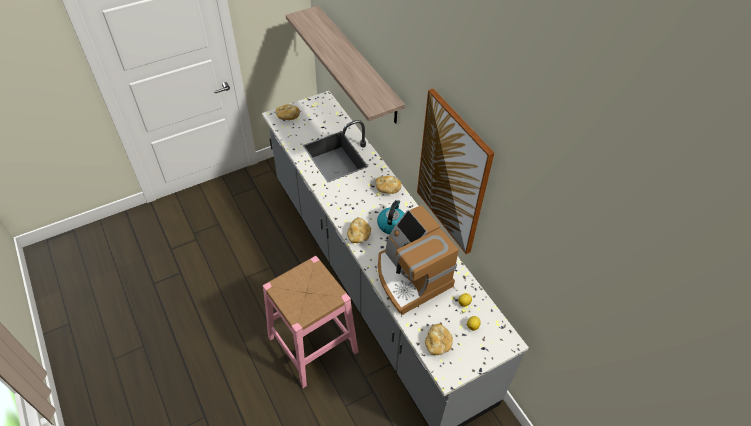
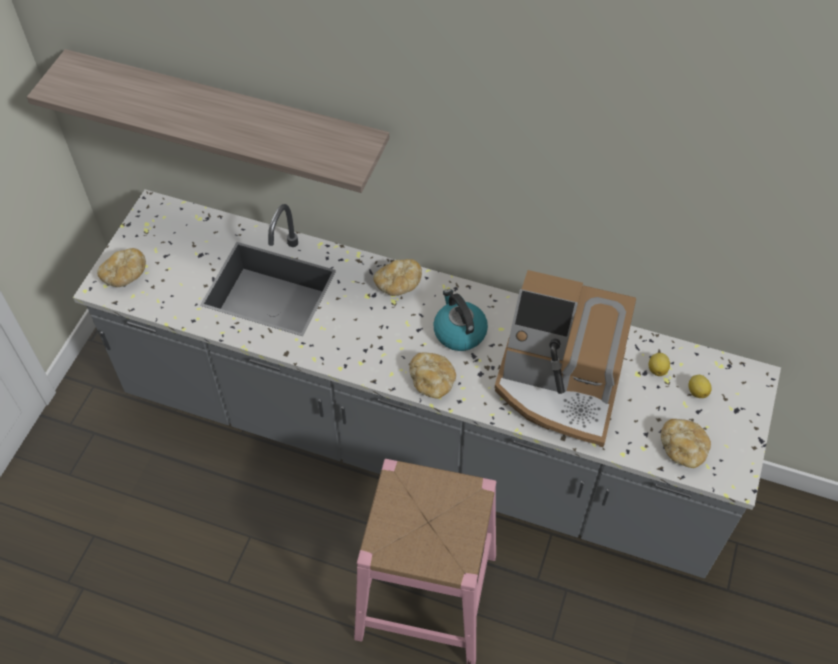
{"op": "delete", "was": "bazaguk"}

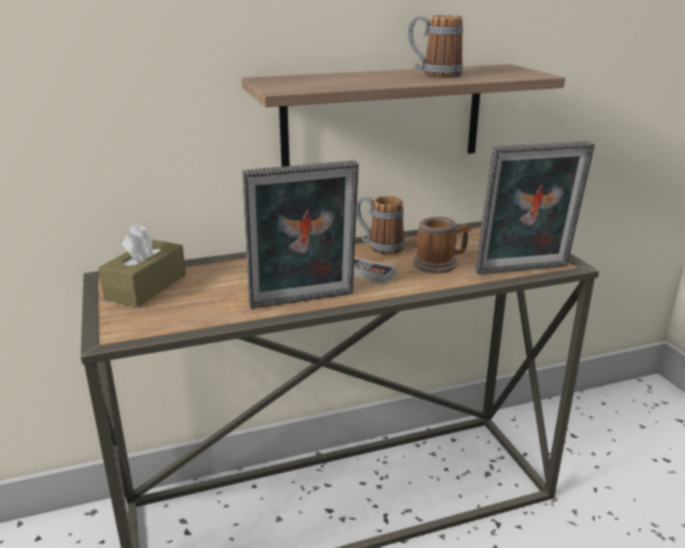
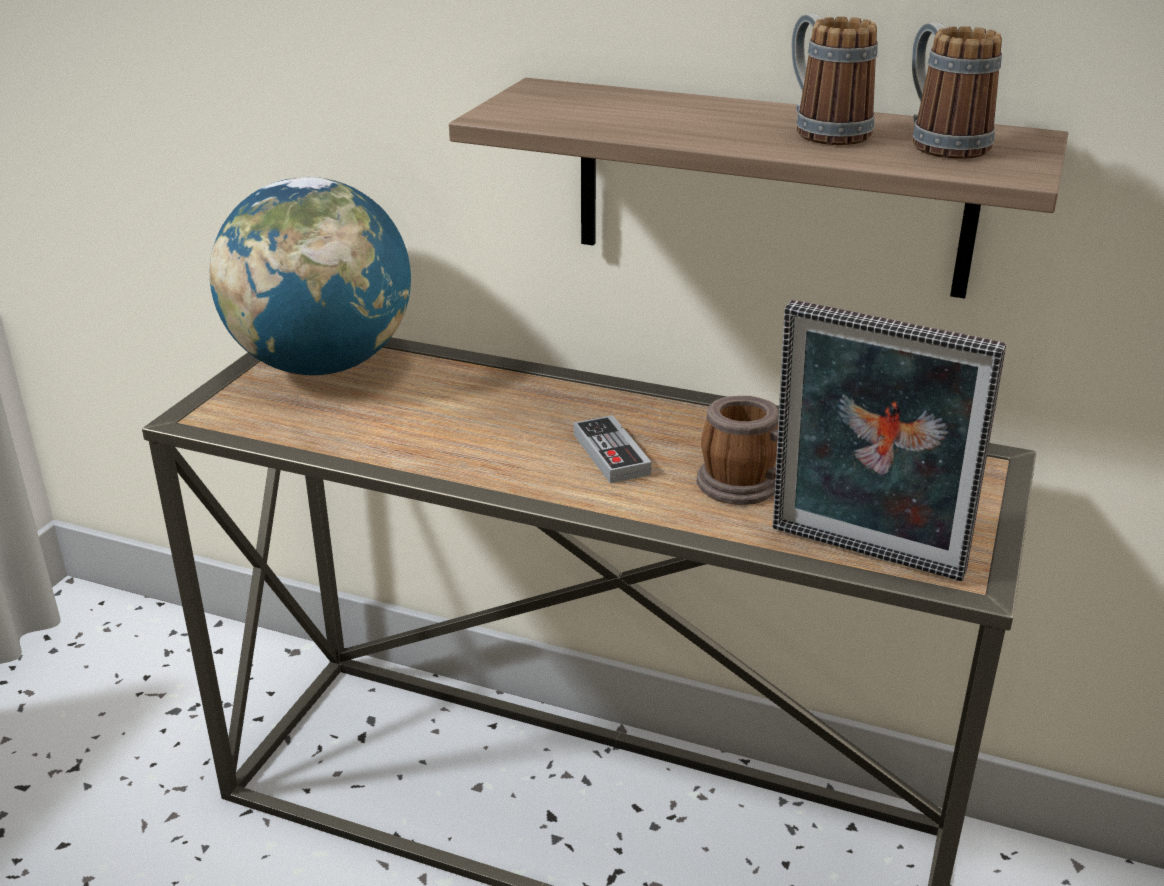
{"op": "replace", "was": "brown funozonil", "now": "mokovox"}
{"op": "move", "was": "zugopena (1st from left in the first image)", "now": "zugopena (3rd from left)"}
{"op": "delete", "was": "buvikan (1st from left)"}

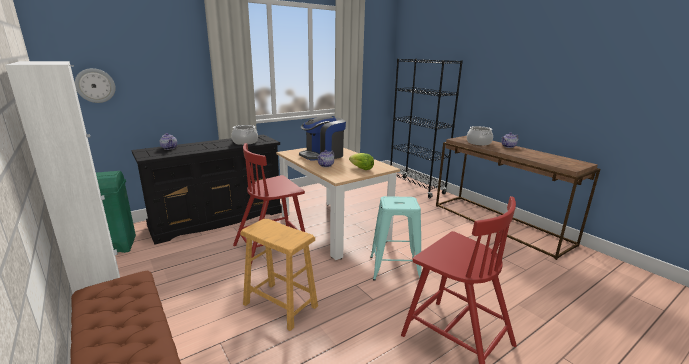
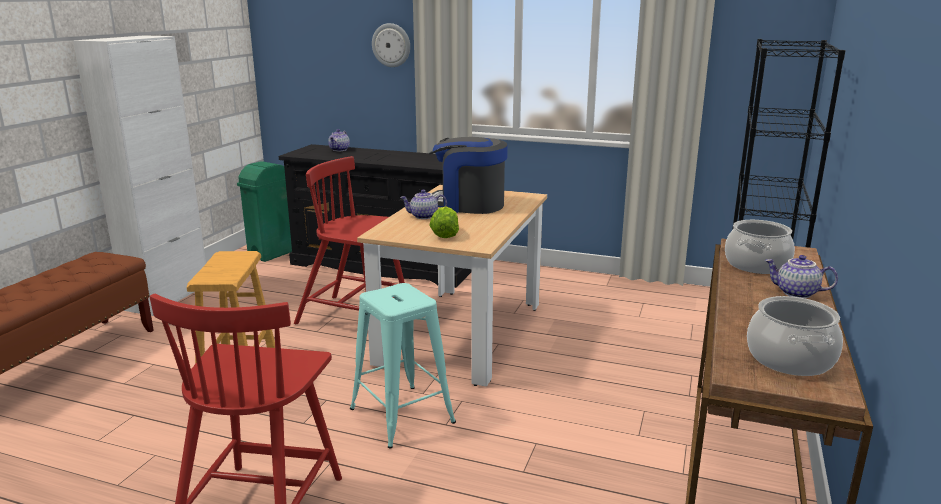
{"op": "move", "was": "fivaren"}
{"op": "move", "was": "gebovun (1st from left in the first image)", "now": "gebovun (2nd from left)"}

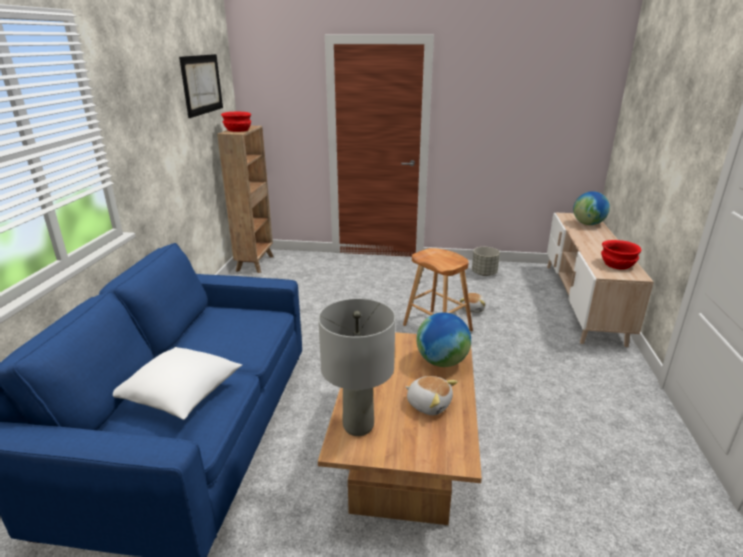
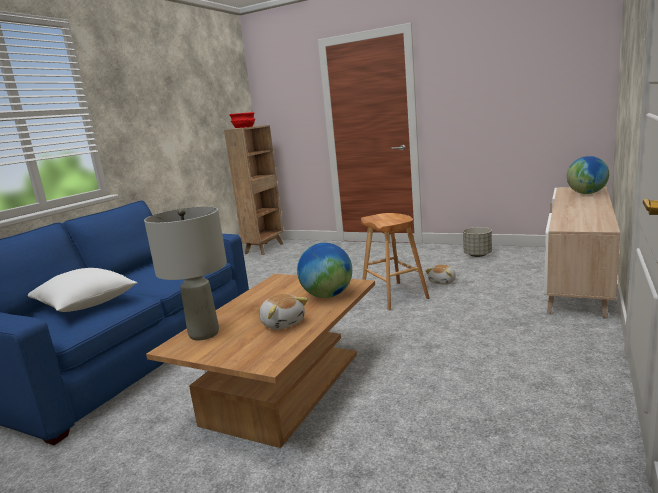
{"op": "delete", "was": "bazaguk"}
{"op": "delete", "was": "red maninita (2nd from left)"}

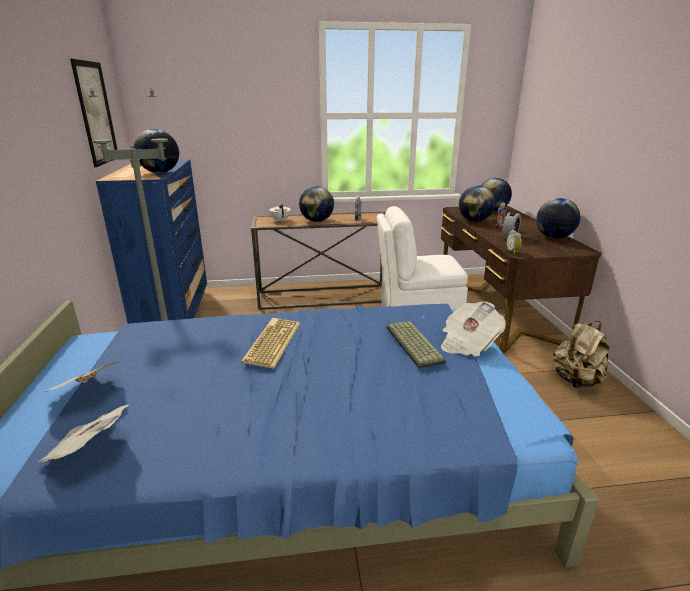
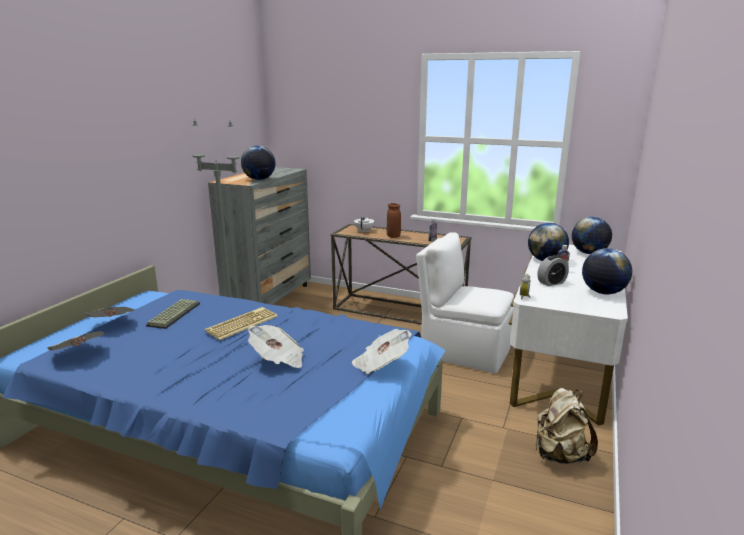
{"op": "move", "was": "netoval (2nd from left in the first image)", "now": "netoval (1st from left)"}
{"op": "recolor", "was": "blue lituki", "now": "grey lituki"}
{"op": "insert", "now": "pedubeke (3rd from left)"}
{"op": "replace", "was": "mokovox (2nd from left)", "now": "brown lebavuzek"}
{"op": "recolor", "was": "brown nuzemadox", "now": "white nuzemadox"}
{"op": "delete", "was": "bazaguk"}

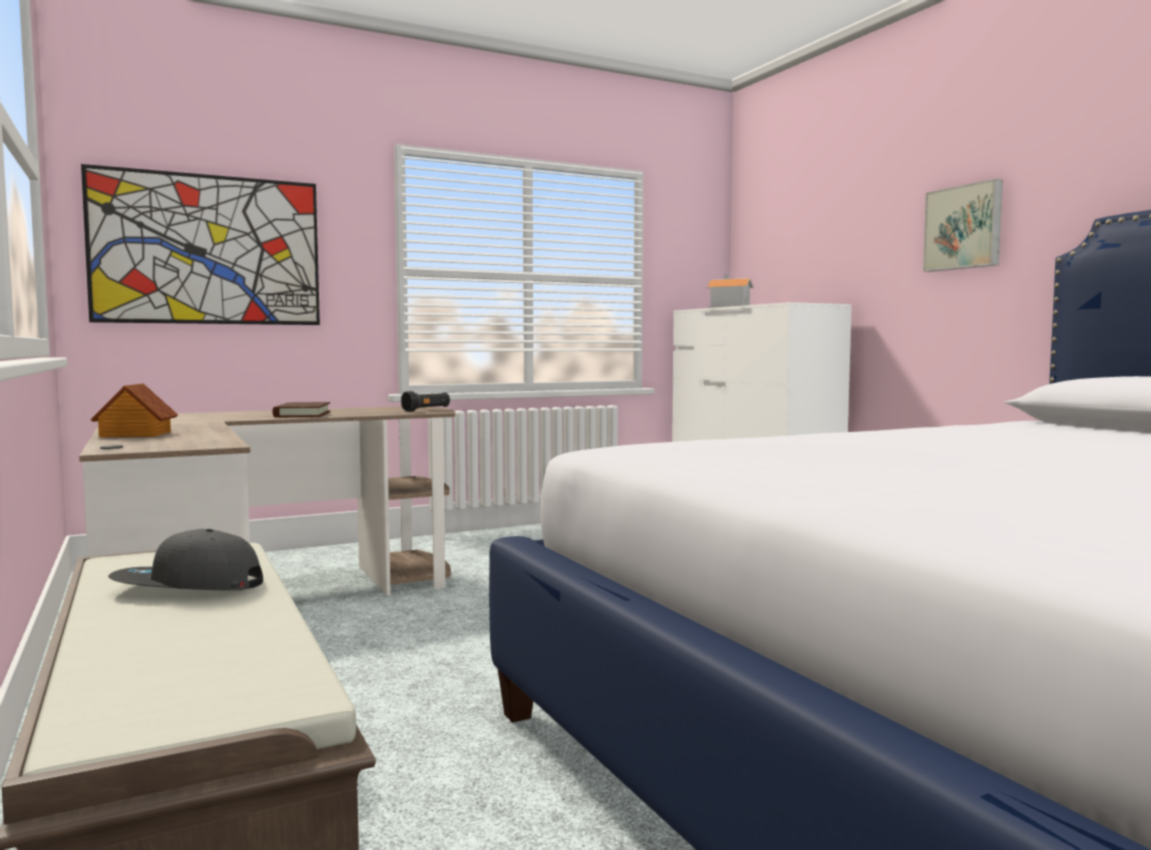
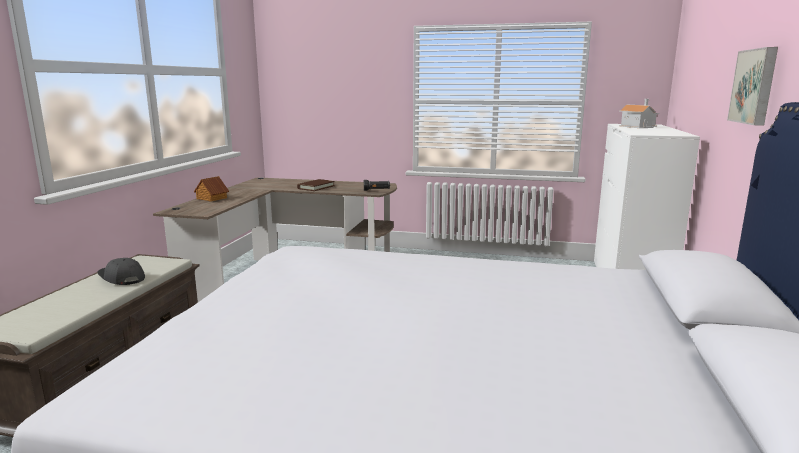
{"op": "delete", "was": "bazaguk (1st from left)"}

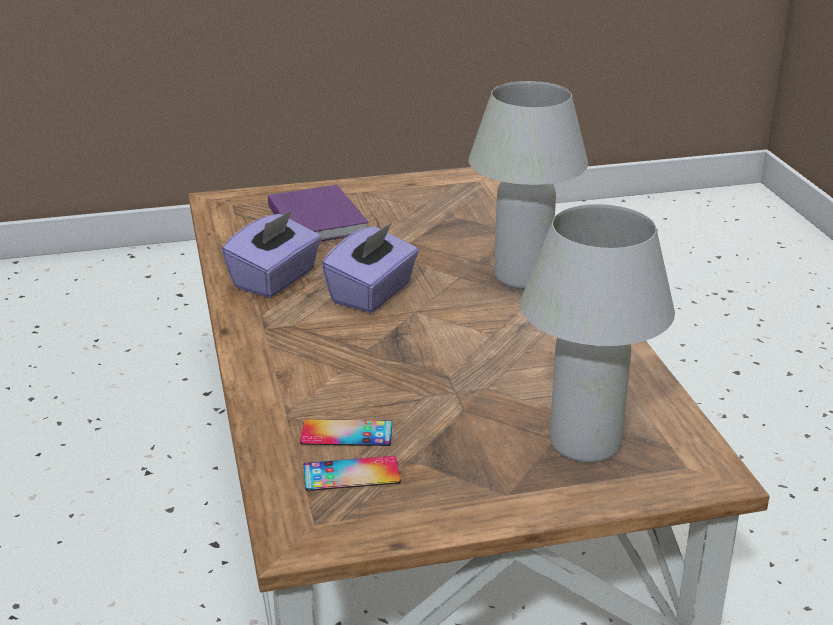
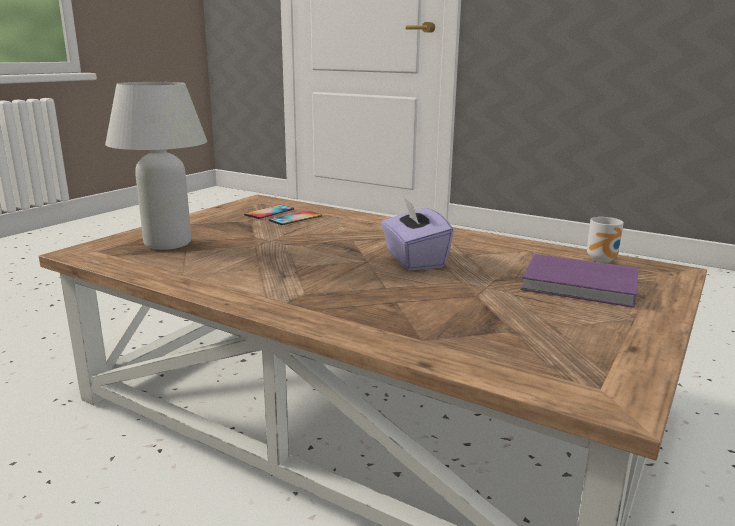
{"op": "insert", "now": "zugopena"}
{"op": "delete", "was": "purple funozonil (1st from left)"}
{"op": "delete", "was": "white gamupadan (1st from left)"}

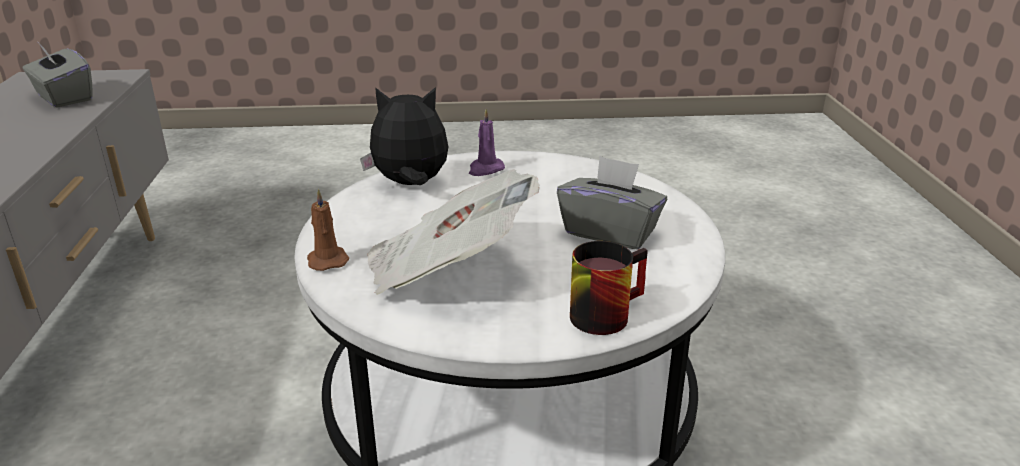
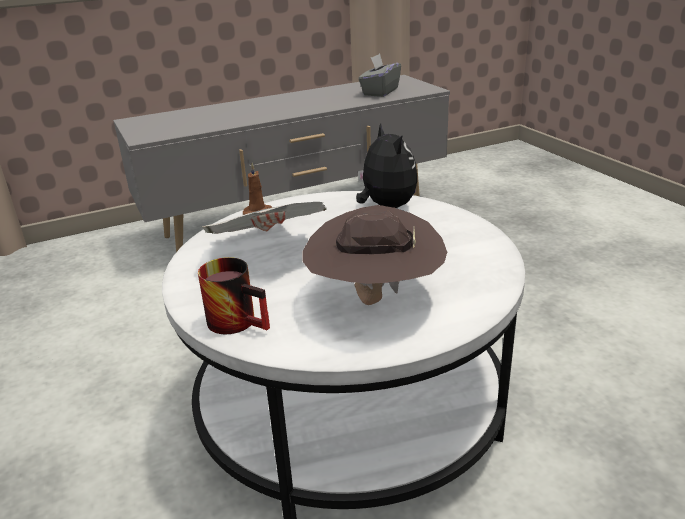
{"op": "replace", "was": "grey funozonil (2nd from left)", "now": "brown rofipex"}
{"op": "delete", "was": "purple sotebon"}

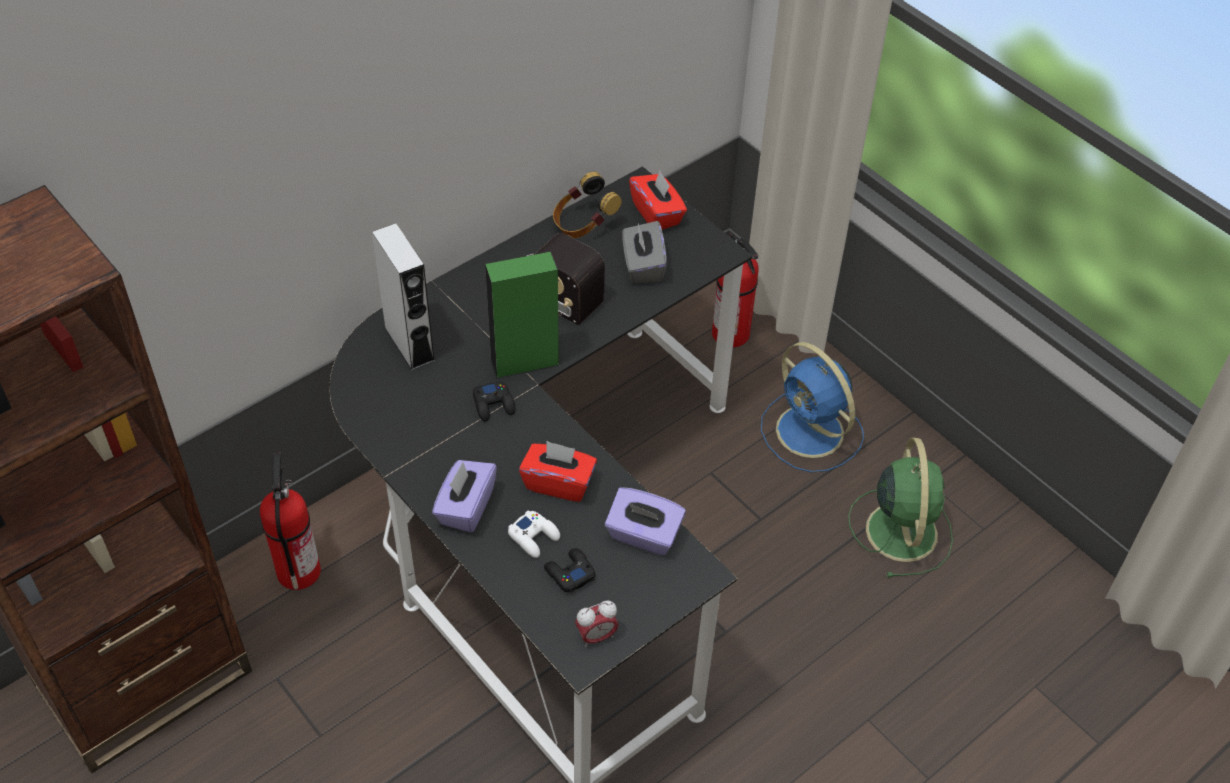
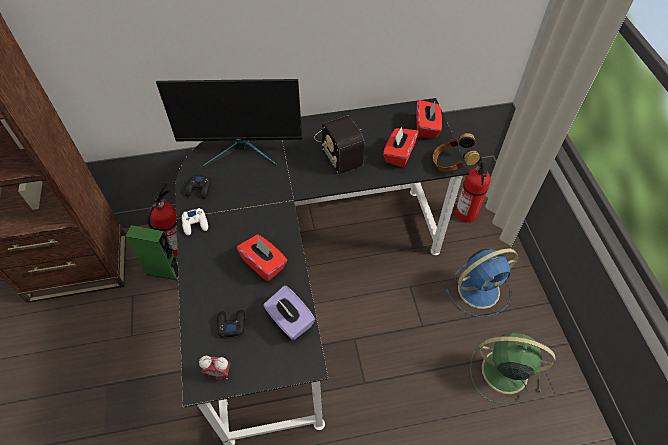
{"op": "move", "was": "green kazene"}
{"op": "replace", "was": "grey kazene", "now": "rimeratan"}
{"op": "move", "was": "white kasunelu"}
{"op": "move", "was": "black kasunelu (1st from left)"}
{"op": "recolor", "was": "grey funozonil", "now": "red funozonil (2nd from left)"}
{"op": "move", "was": "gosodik"}
{"op": "rotate", "was": "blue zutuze", "clockwise": -105}
{"op": "rotate", "was": "green zutuze", "clockwise": -105}
{"op": "delete", "was": "purple funozonil (1st from left)"}

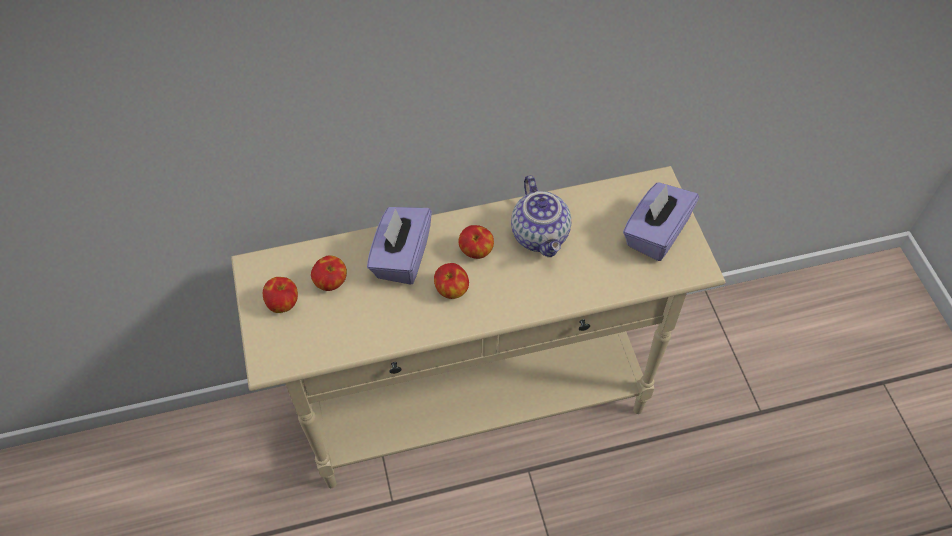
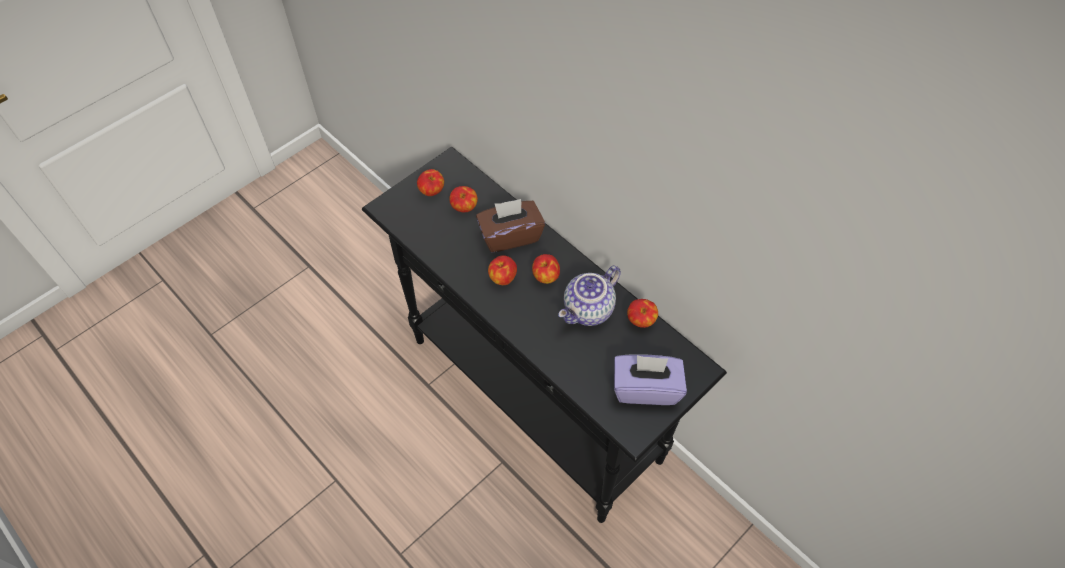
{"op": "recolor", "was": "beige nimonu", "now": "black nimonu"}
{"op": "recolor", "was": "purple funozonil (1st from left)", "now": "brown funozonil"}
{"op": "insert", "now": "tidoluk (5th from left)"}

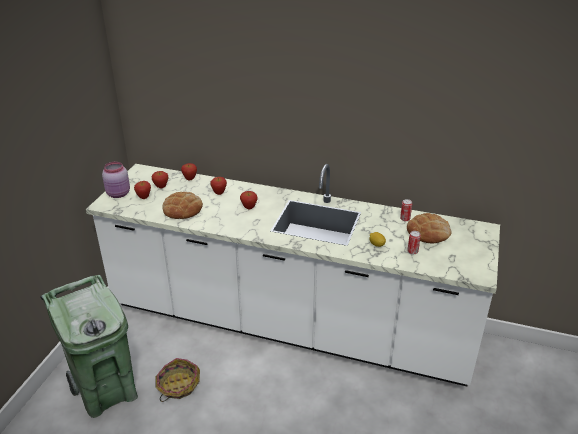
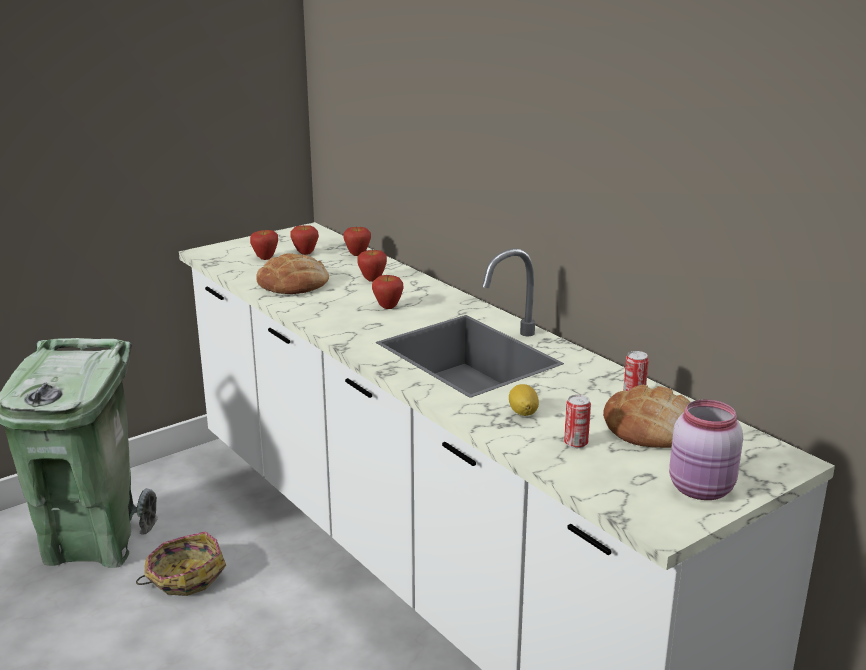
{"op": "move", "was": "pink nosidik"}

